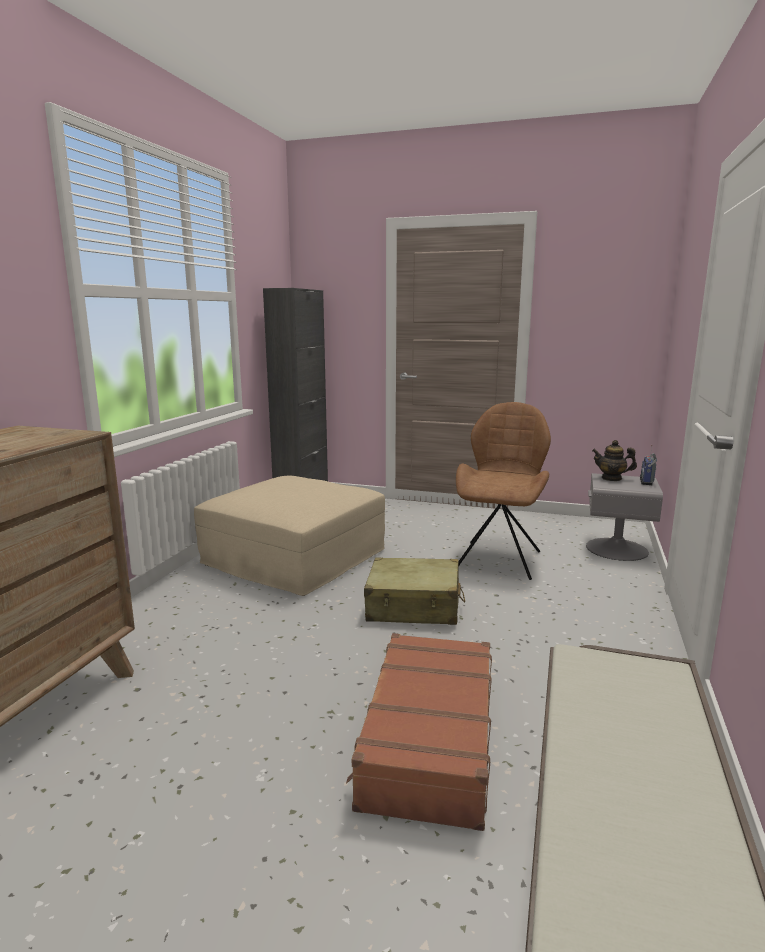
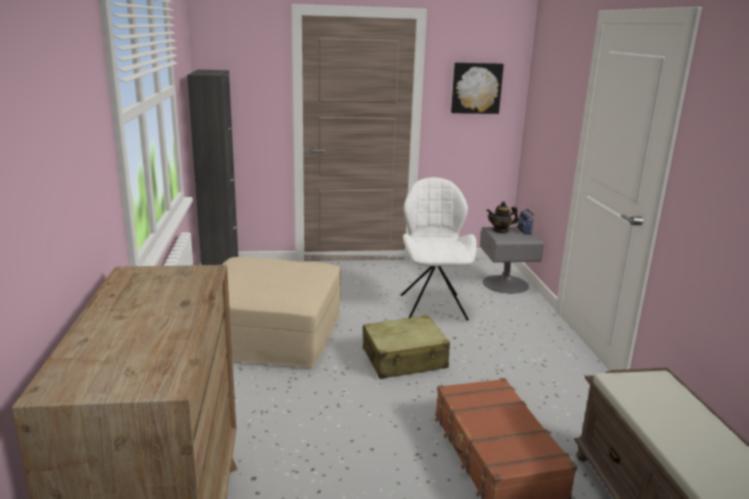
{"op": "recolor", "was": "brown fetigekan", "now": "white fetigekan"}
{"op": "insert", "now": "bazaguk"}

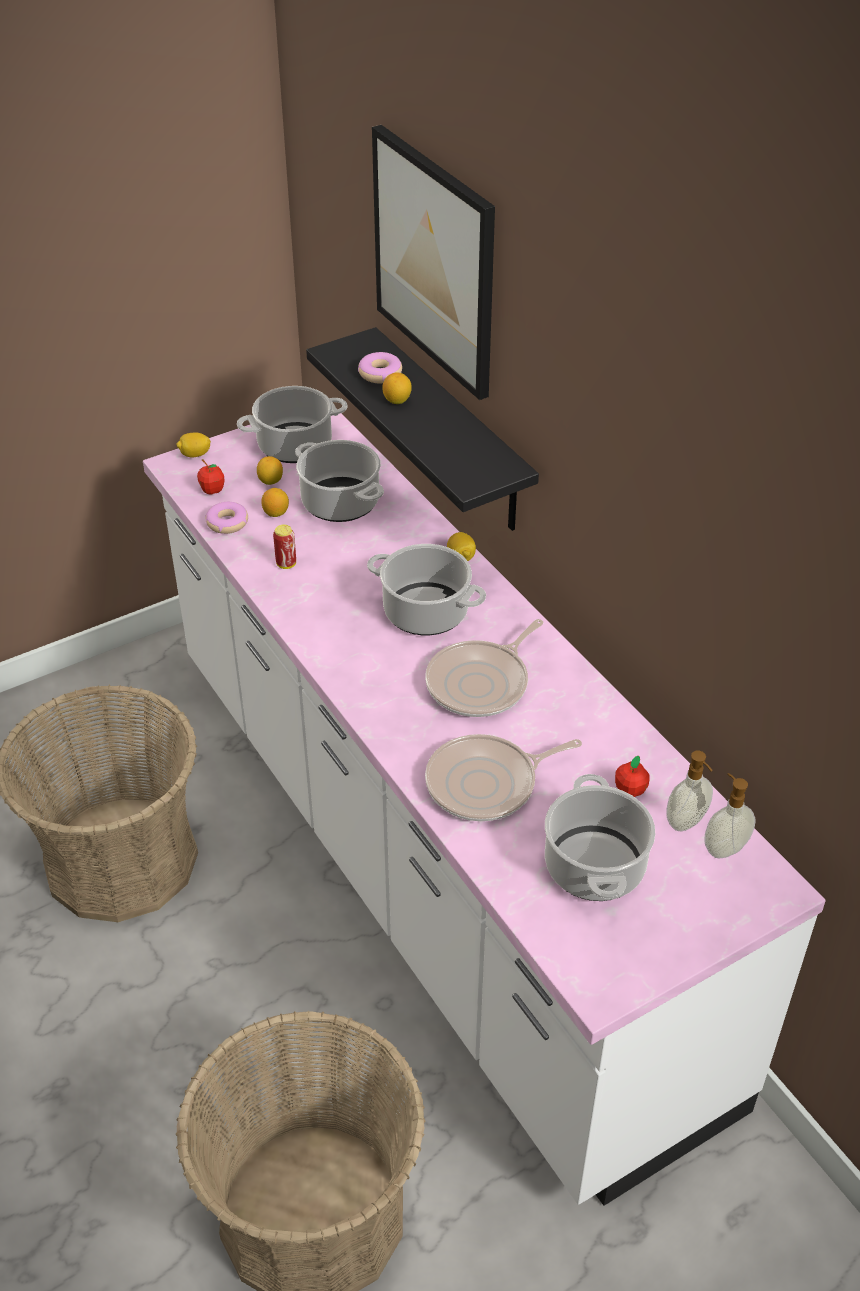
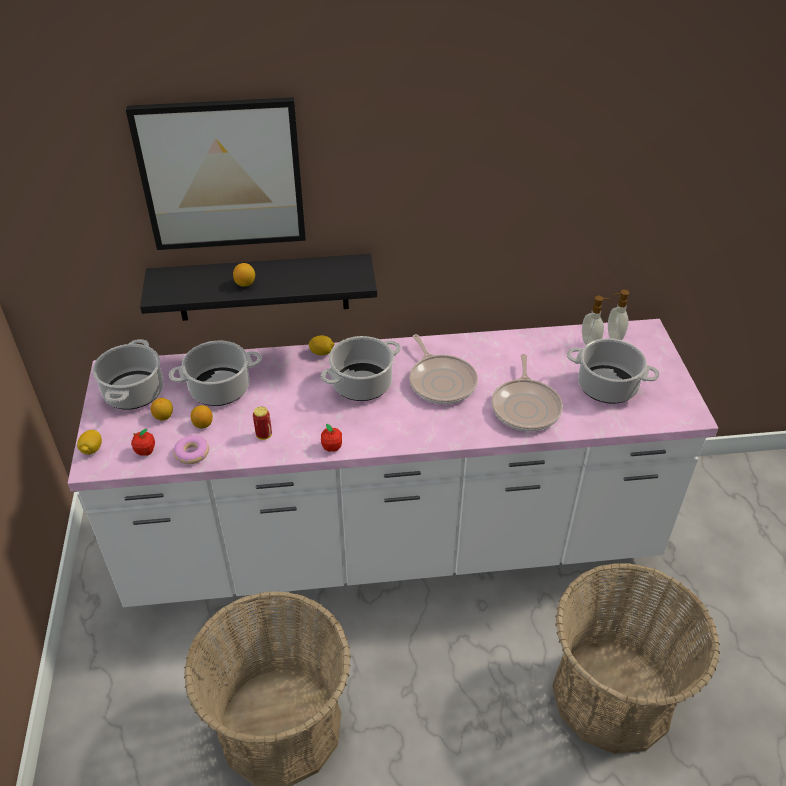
{"op": "move", "was": "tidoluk (2nd from left)"}
{"op": "delete", "was": "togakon (2nd from left)"}

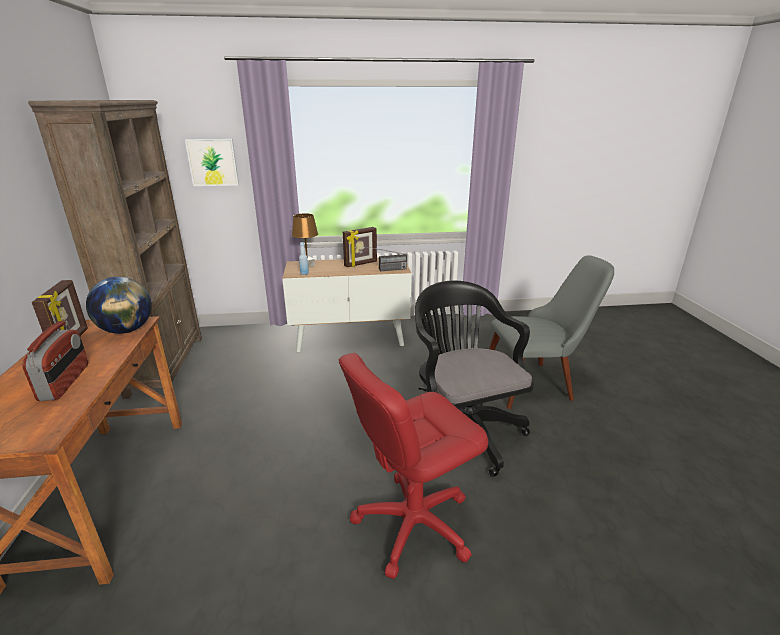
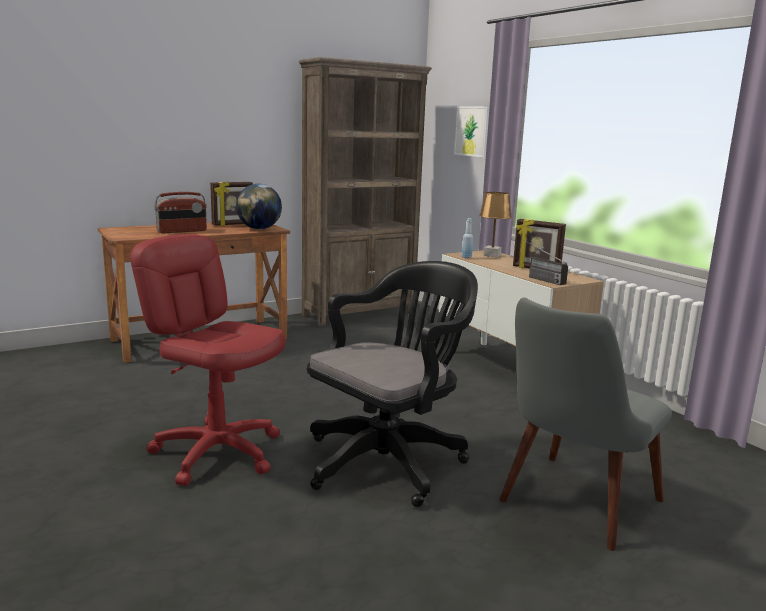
{"op": "rotate", "was": "grey fetigekan", "clockwise": 75}

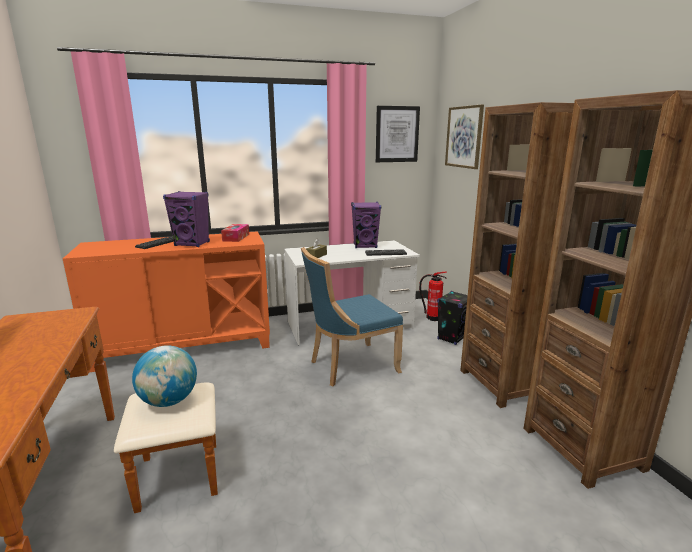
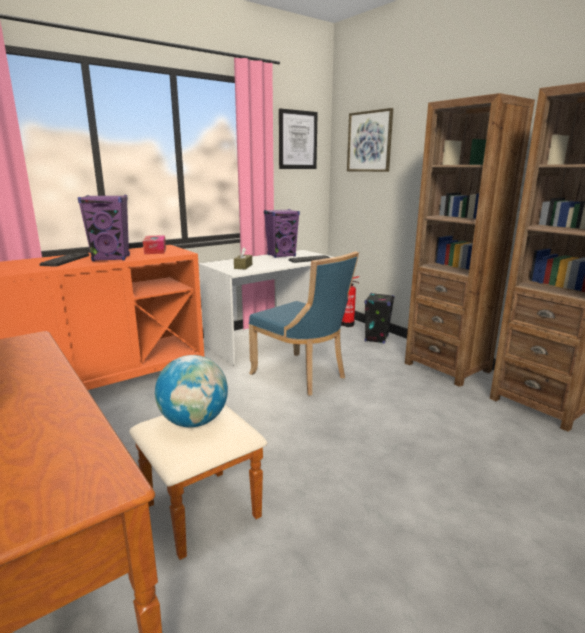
{"op": "rotate", "was": "blue fetigekan", "clockwise": -90}

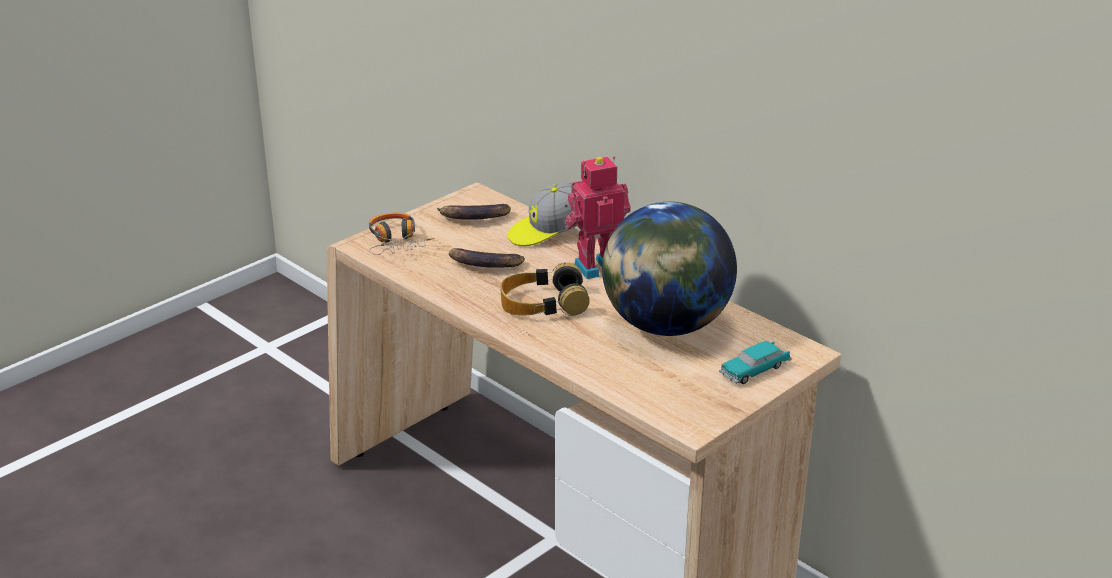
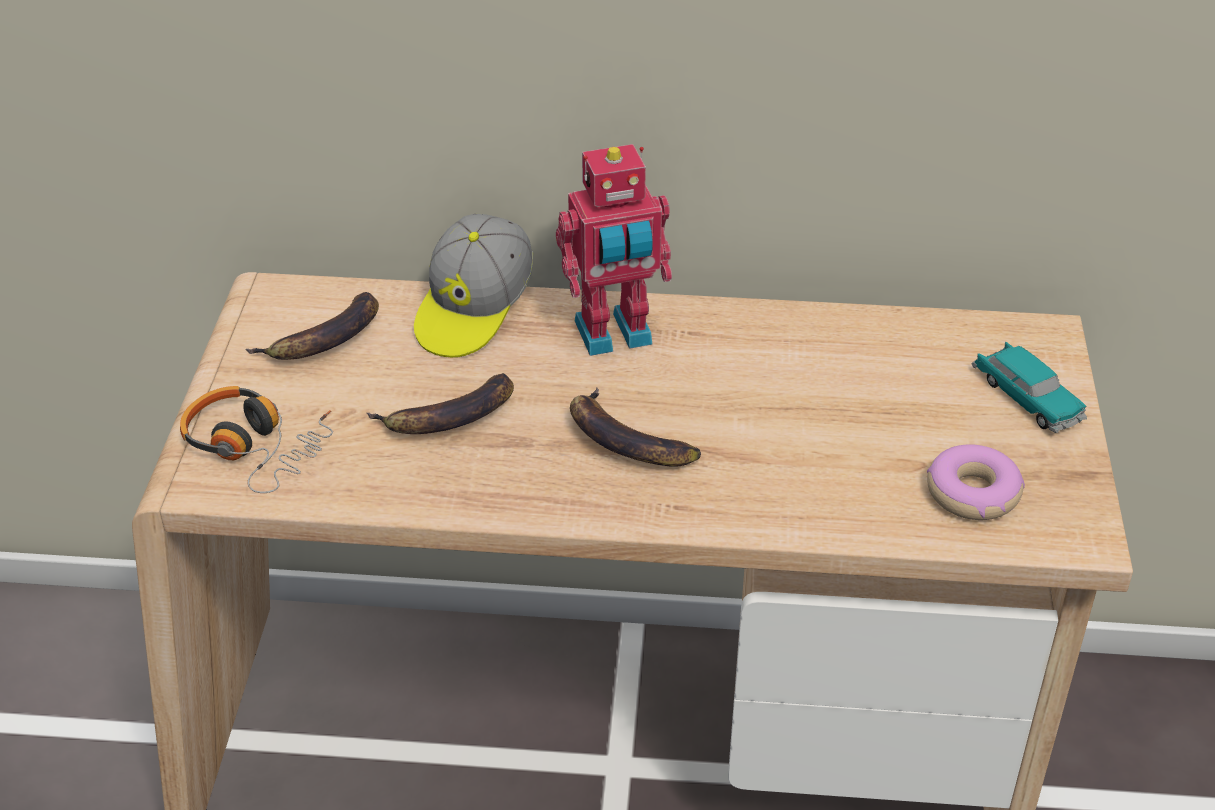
{"op": "rotate", "was": "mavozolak", "clockwise": -135}
{"op": "replace", "was": "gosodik (2nd from left)", "now": "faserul (3rd from left)"}
{"op": "insert", "now": "togakon"}
{"op": "rotate", "was": "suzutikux", "clockwise": -45}
{"op": "delete", "was": "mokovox"}

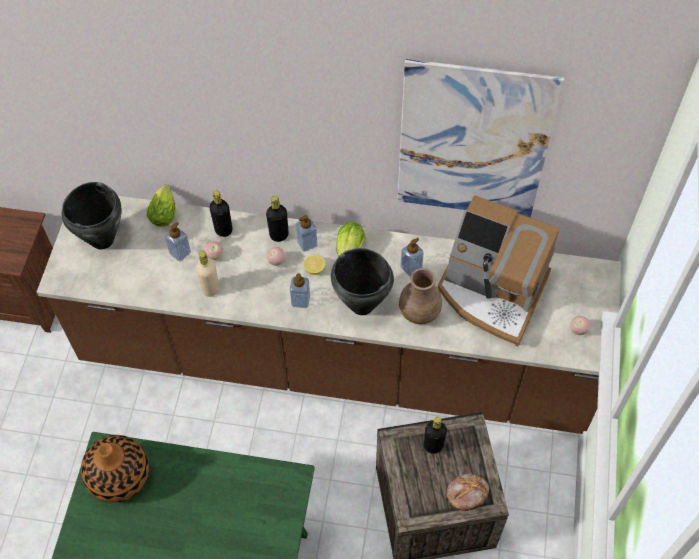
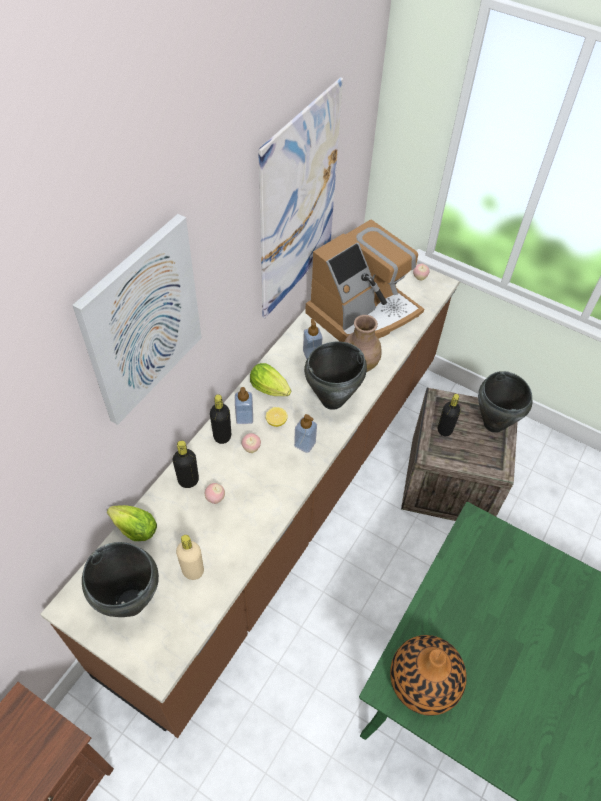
{"op": "insert", "now": "bazaguk (1st from left)"}
{"op": "move", "was": "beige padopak"}
{"op": "replace", "was": "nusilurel", "now": "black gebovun (3rd from left)"}
{"op": "delete", "was": "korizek (1st from left)"}

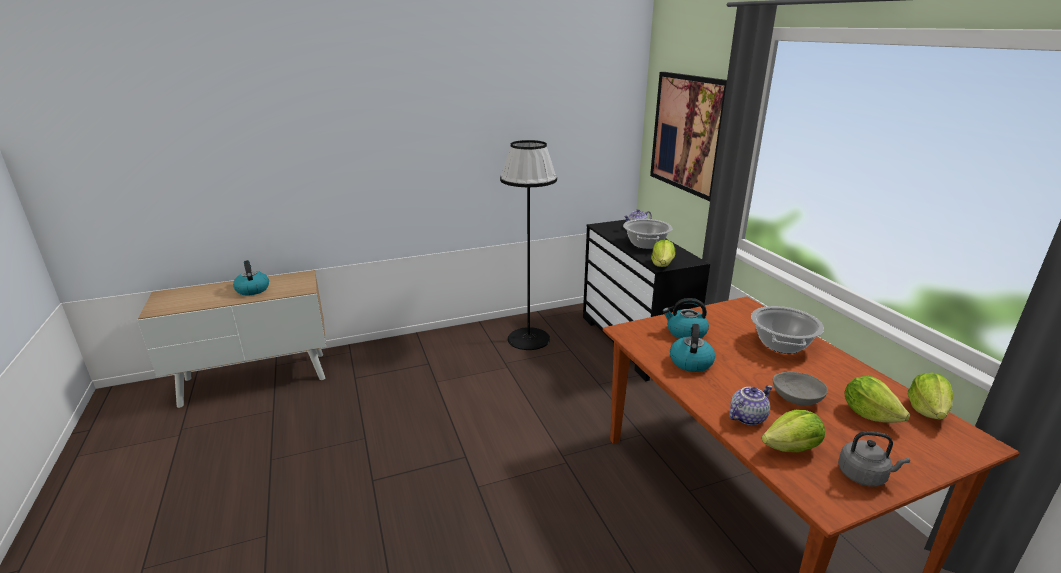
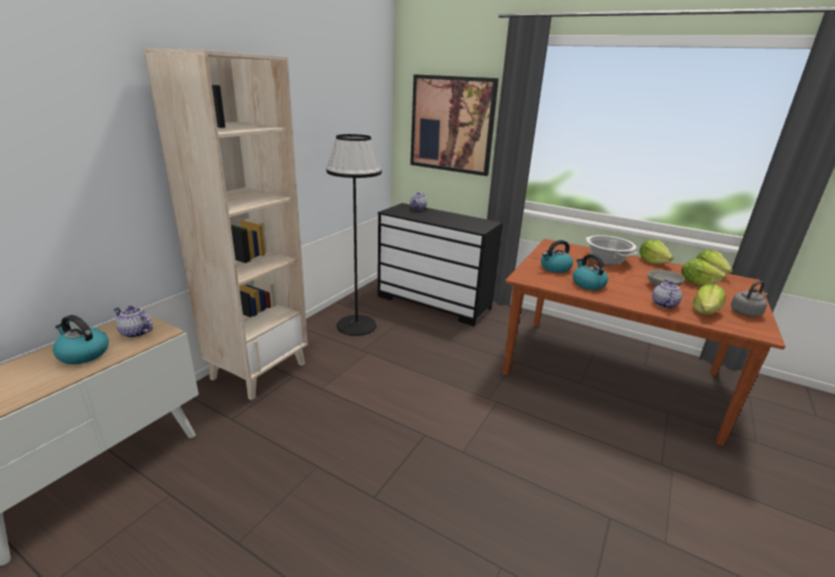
{"op": "insert", "now": "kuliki (1st from left)"}
{"op": "insert", "now": "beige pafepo"}
{"op": "move", "was": "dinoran (1st from left)"}
{"op": "delete", "was": "gebovun (1st from left)"}

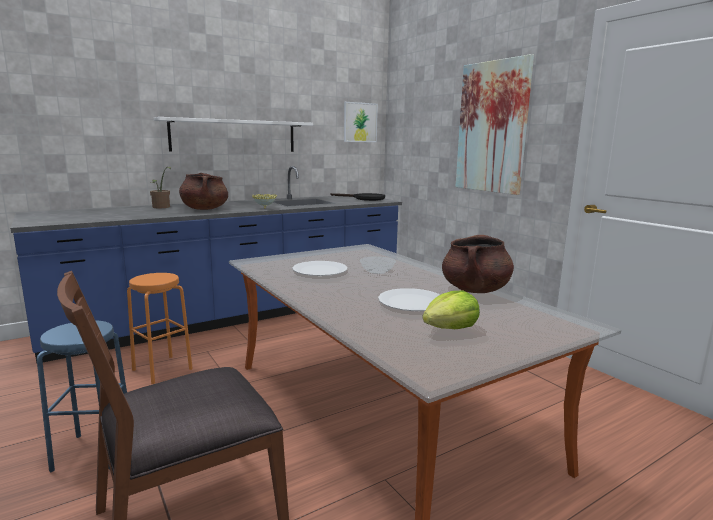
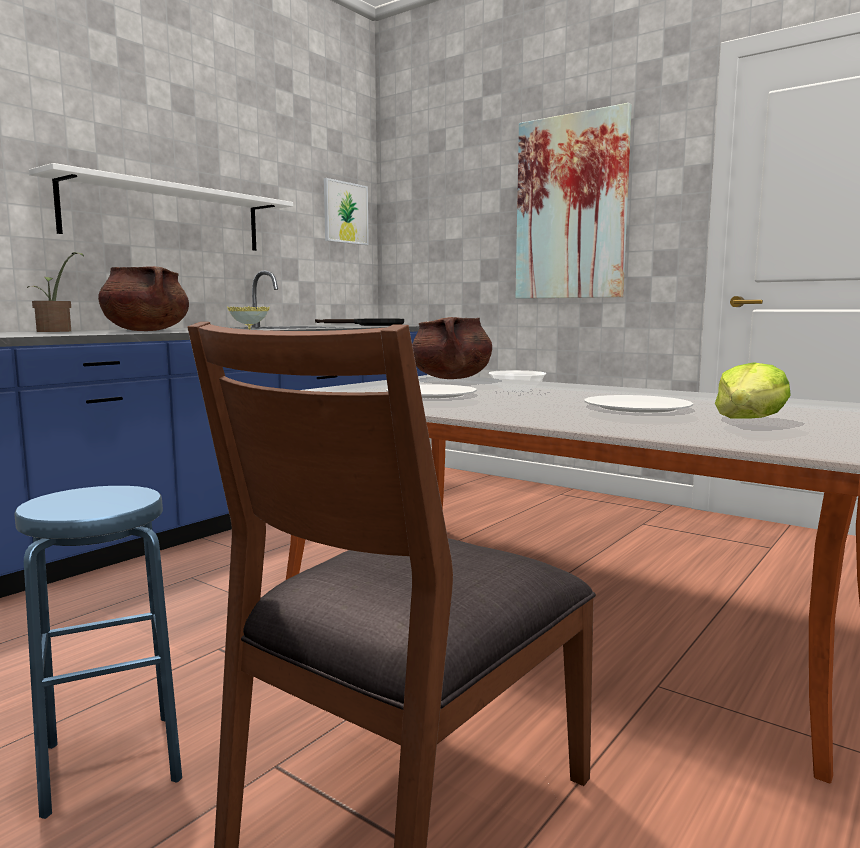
{"op": "move", "was": "brown gebovun (2nd from left)"}
{"op": "delete", "was": "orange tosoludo"}

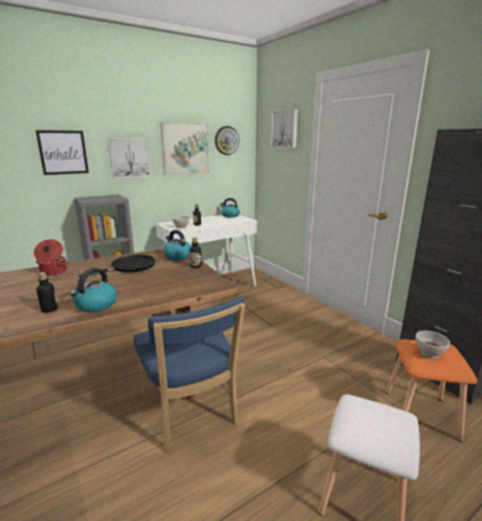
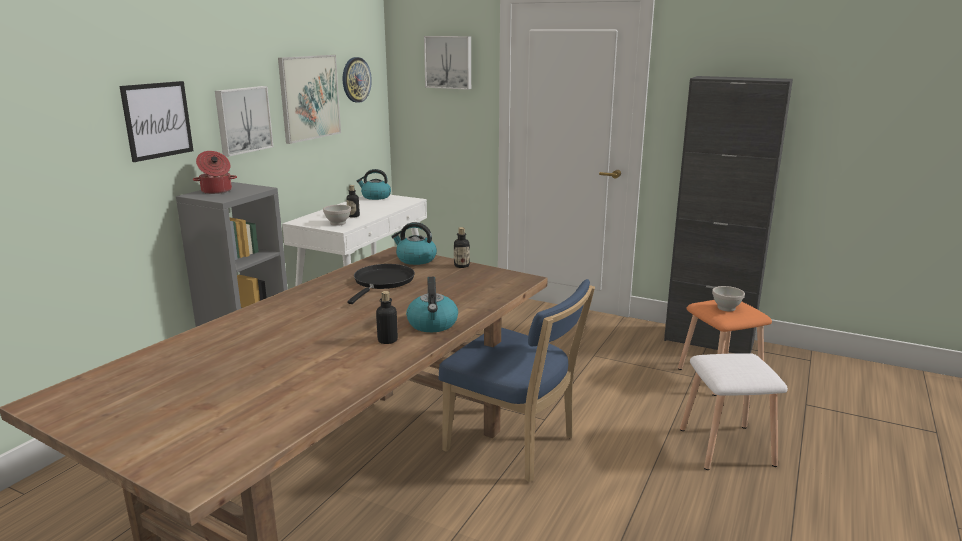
{"op": "move", "was": "gebovun"}

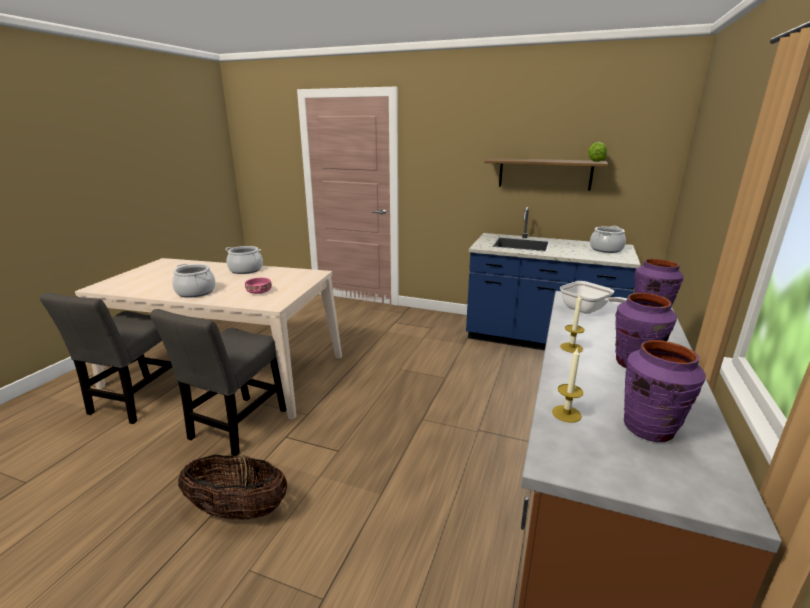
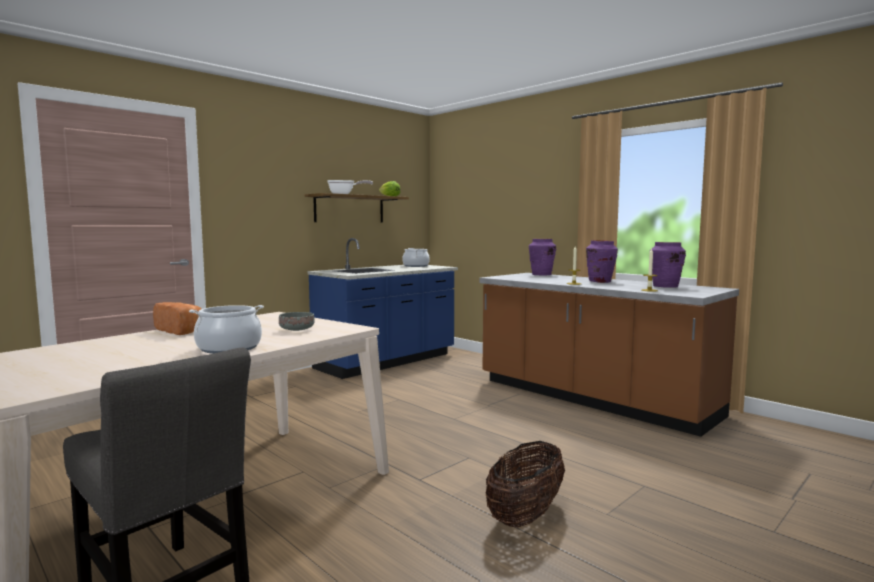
{"op": "replace", "was": "gebovun (2nd from left)", "now": "nusilurel"}
{"op": "recolor", "was": "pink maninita", "now": "grey maninita"}
{"op": "move", "was": "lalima"}
{"op": "delete", "was": "grey fetigekan (2nd from left)"}

